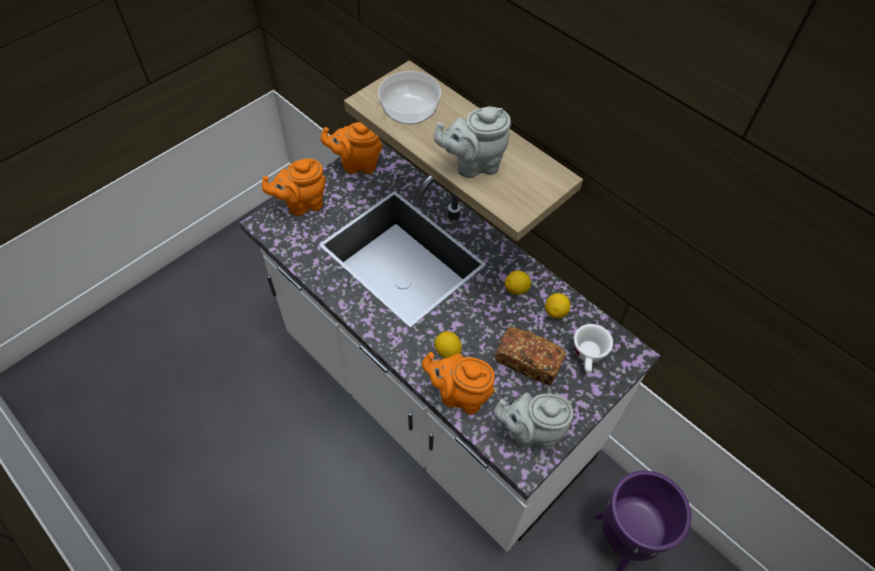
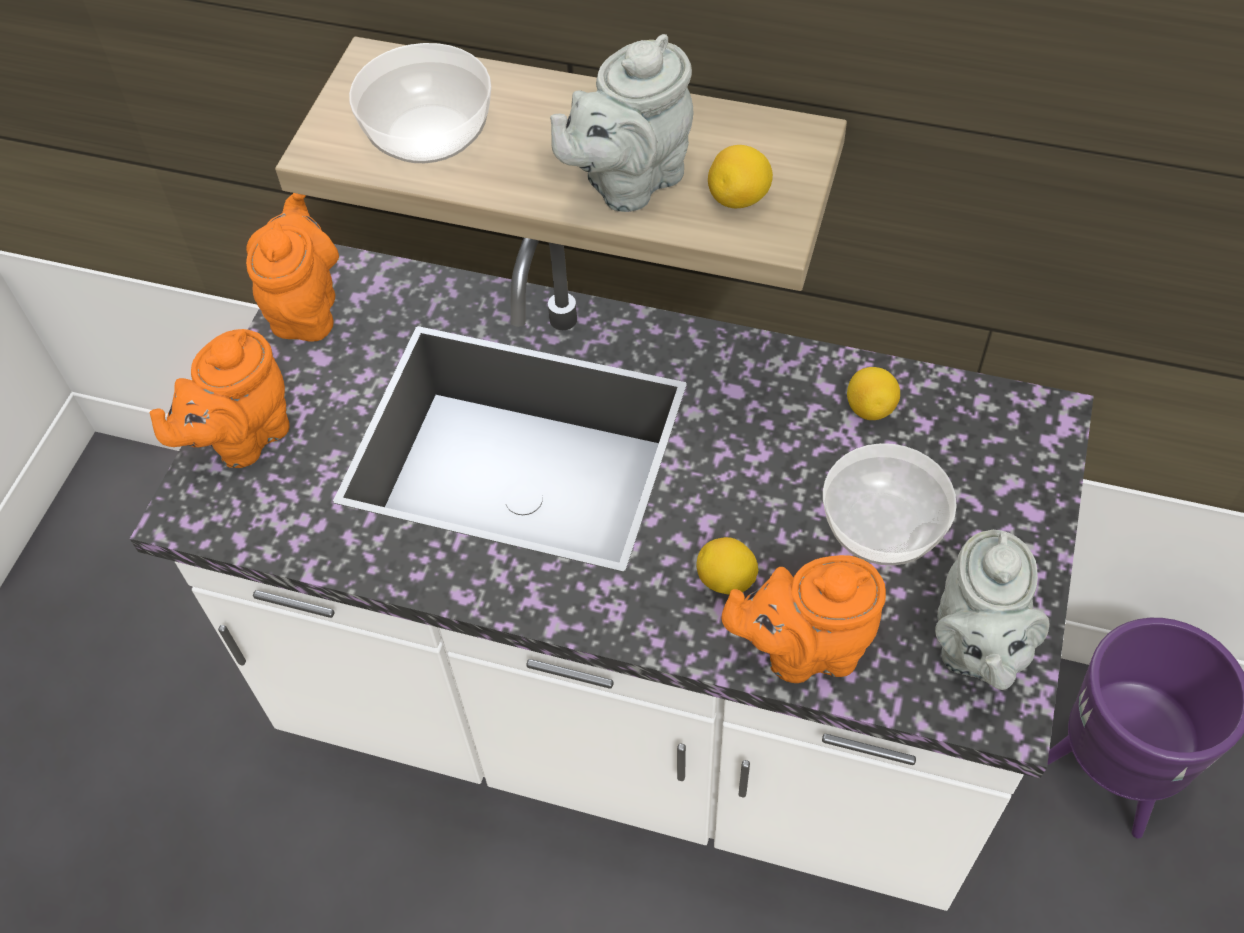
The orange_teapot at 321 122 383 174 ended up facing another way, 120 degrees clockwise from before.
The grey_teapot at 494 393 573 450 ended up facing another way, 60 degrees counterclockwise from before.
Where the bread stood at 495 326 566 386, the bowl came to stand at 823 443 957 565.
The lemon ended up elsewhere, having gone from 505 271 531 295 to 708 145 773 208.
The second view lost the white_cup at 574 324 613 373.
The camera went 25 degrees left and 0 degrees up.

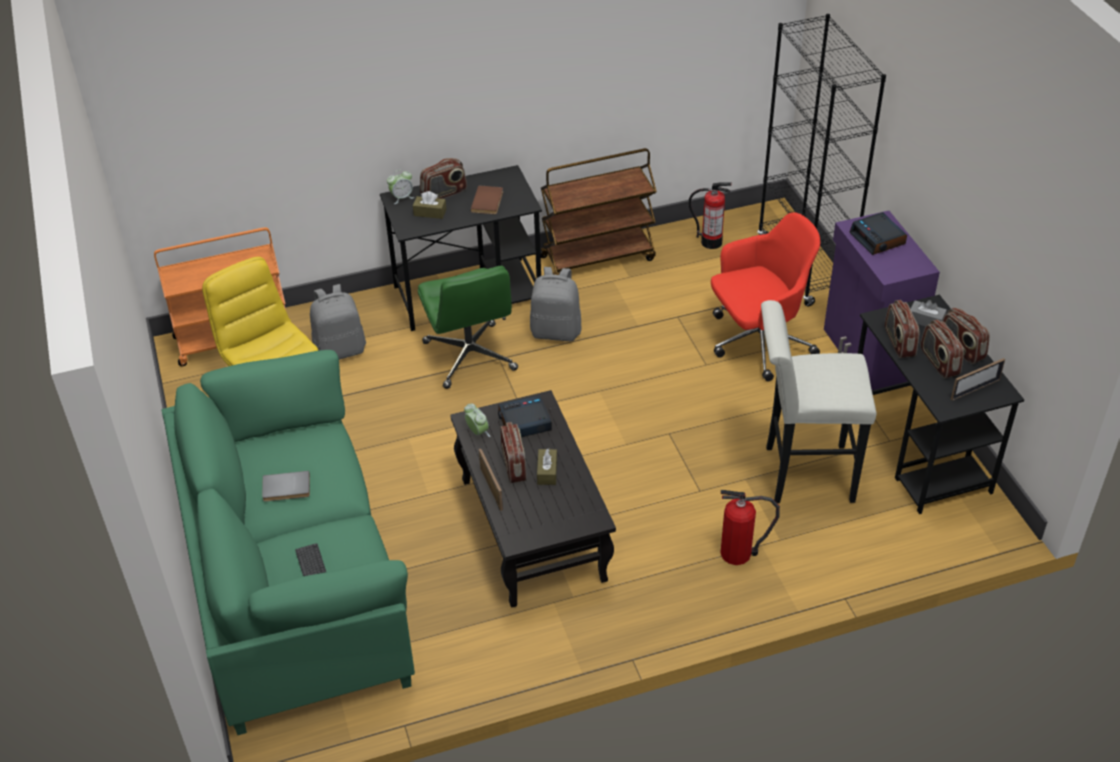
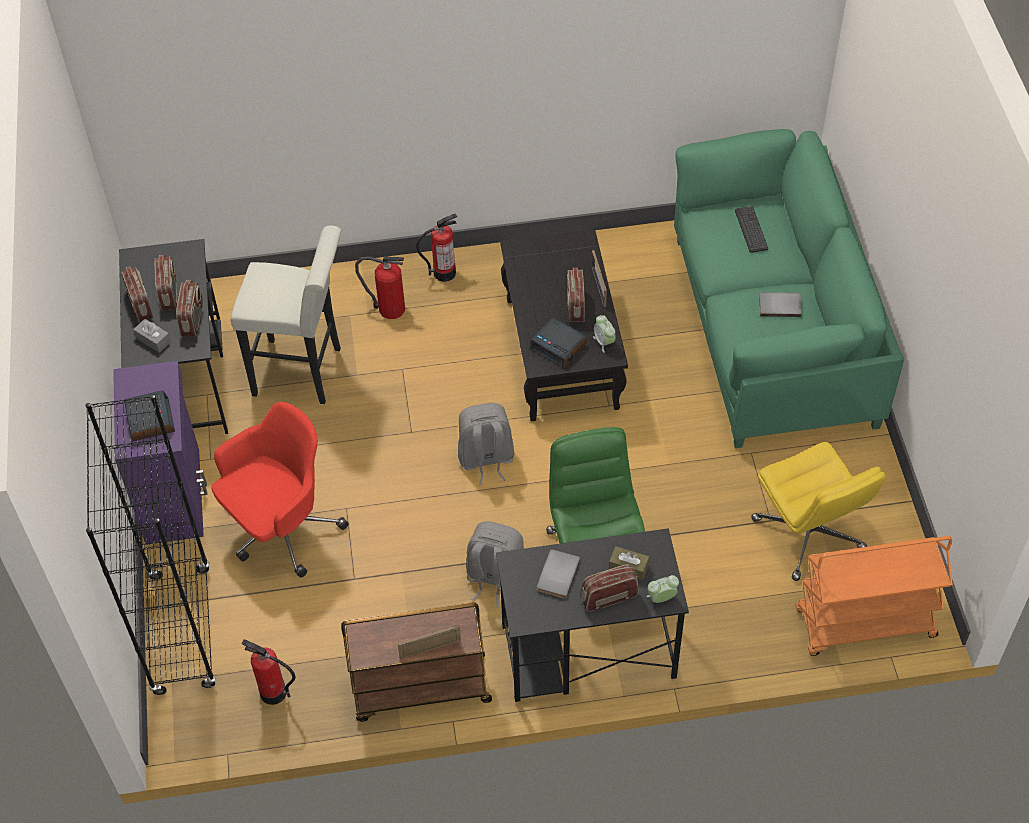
The grey_backpack ended up elsewhere, having gone from 310 284 366 360 to 458 403 514 485.
What was the brown_book at 471 185 503 214 turned into the grey_book at 537 549 581 599.
The alarm_clock at 498 395 552 437 ended up facing another way, 45 degrees clockwise from before.
The second view lost the brown_tissue_box at 537 448 557 485.
The red_office_chair at 711 212 820 382 ended up facing another way, 150 degrees clockwise from before.
The picture_frame ended up elsewhere, having gone from 951 358 1005 401 to 398 625 461 660.
The second view gained the fire_extinguisher at 416 213 457 282.
The camera went 170 degrees left and 10 degrees up.

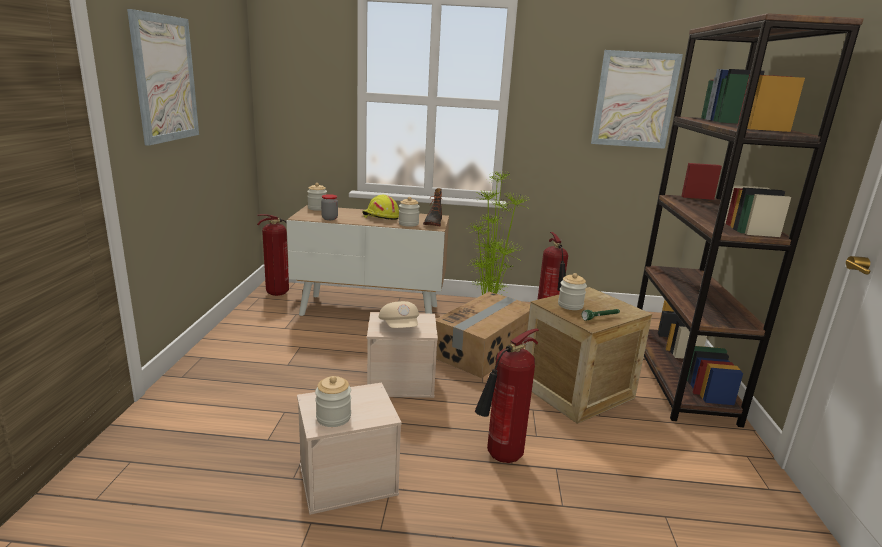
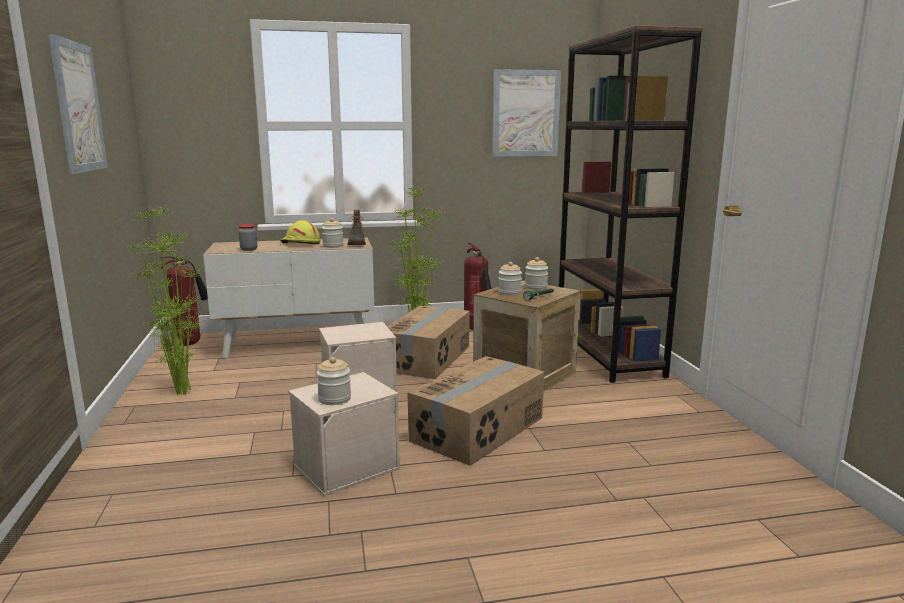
The jar ended up elsewhere, having gone from 307 183 327 211 to 525 257 548 290.
The second view lost the beige_cap at 379 301 419 328.
Where the fire_extinguisher stood at 475 328 539 463, the cardboard_box came to stand at 407 356 544 466.
The second view gained the potted_plant at 128 207 207 395.
The camera went 15 degrees left and 5 degrees down.

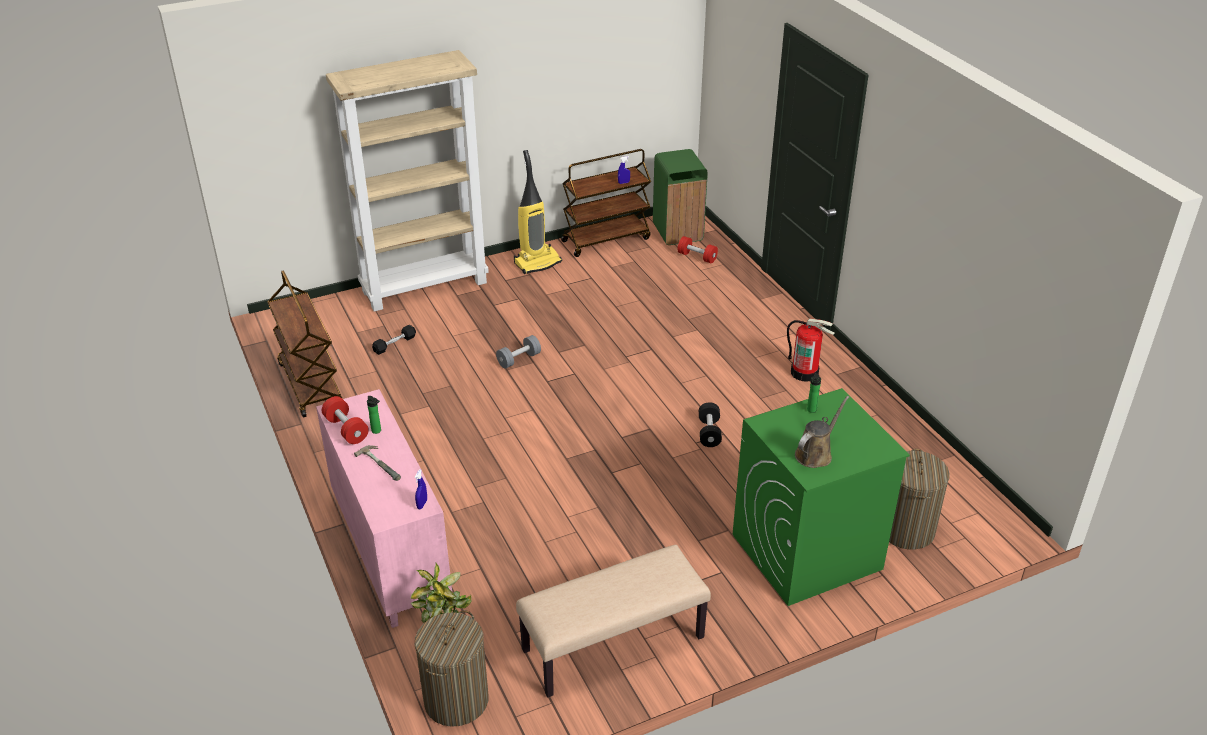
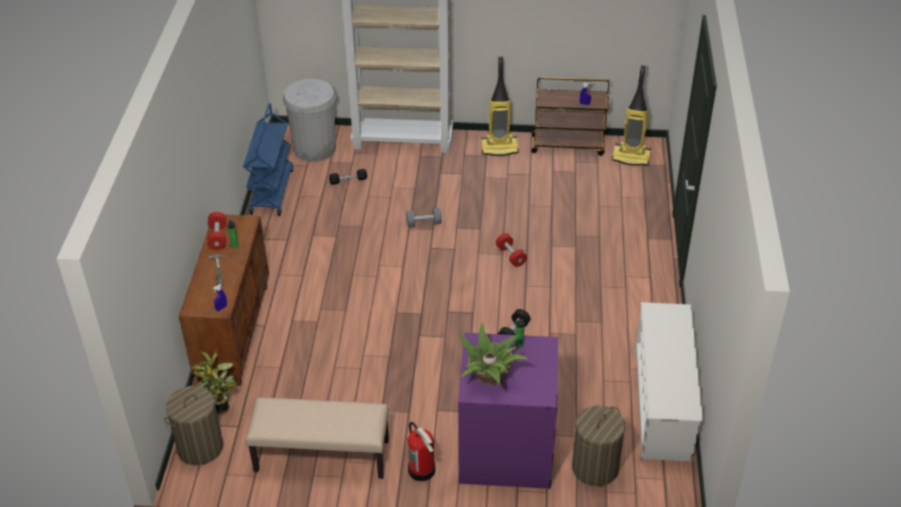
What was the brown_cart at 267 270 342 417 turned into the blue_cart at 243 103 293 216.
What was the pink_cabinet at 316 389 452 628 turned into the brown_cabinet at 179 214 269 386.
Where the green_trash_can stood at 653 149 708 245, the vacuum_cleaner came to stand at 612 65 651 166.
The red_dumbbell ended up elsewhere, having gone from 678 236 718 263 to 496 233 527 267.
What was the green_washing_machine at 733 388 910 606 turned into the purple_washing_machine at 458 333 558 489.
The fire_extinguisher ended up elsewhere, having gone from 787 318 835 382 to 408 422 435 481.
Where the brown_watering_can stood at 795 396 849 468, the potted_plant came to stand at 459 323 528 386.
The second view gained the white_trash_can at 283 79 336 162.
The second view gained the white_shoe_rack at 635 302 703 461.
The camera went 30 degrees right and 5 degrees up.

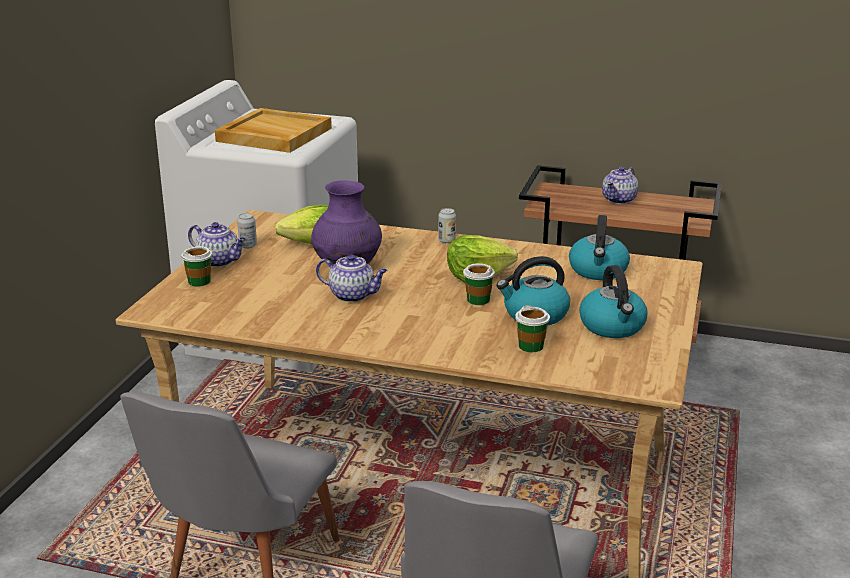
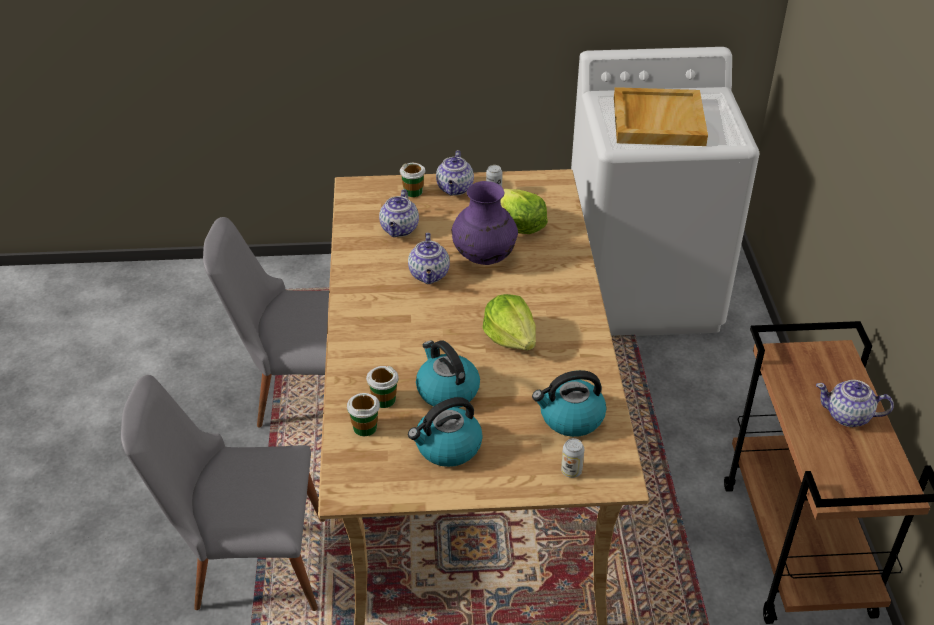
The can ended up elsewhere, having gone from 438 208 456 243 to 561 438 584 478.
The cup ended up elsewhere, having gone from 463 263 495 305 to 347 393 380 436.
The second view gained the teapot at 379 189 419 237.
The camera went 70 degrees right and 15 degrees up.

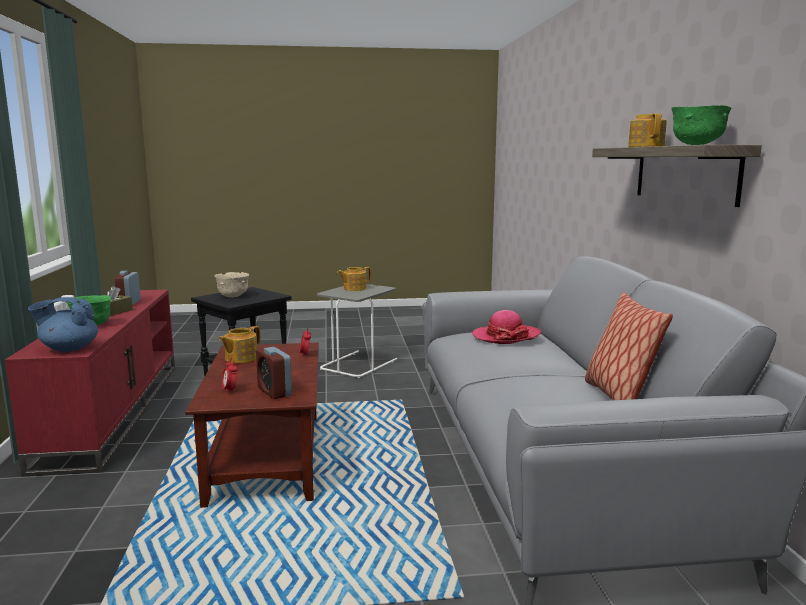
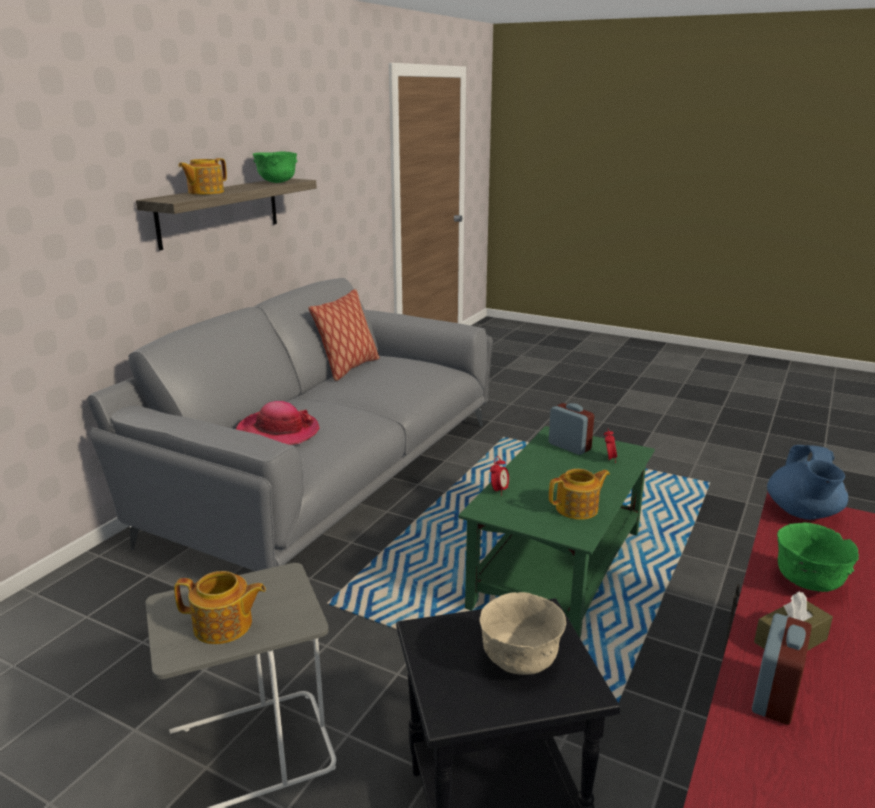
The blue_teapot at 28 297 98 352 ended up facing another way, 75 degrees clockwise from before.
What was the brown_coffee_table at 185 343 319 508 turned into the green_coffee_table at 458 426 655 638.
The alarm_clock at 256 347 292 399 ended up facing another way, 45 degrees counterclockwise from before.
The camera went 145 degrees left and 10 degrees up.

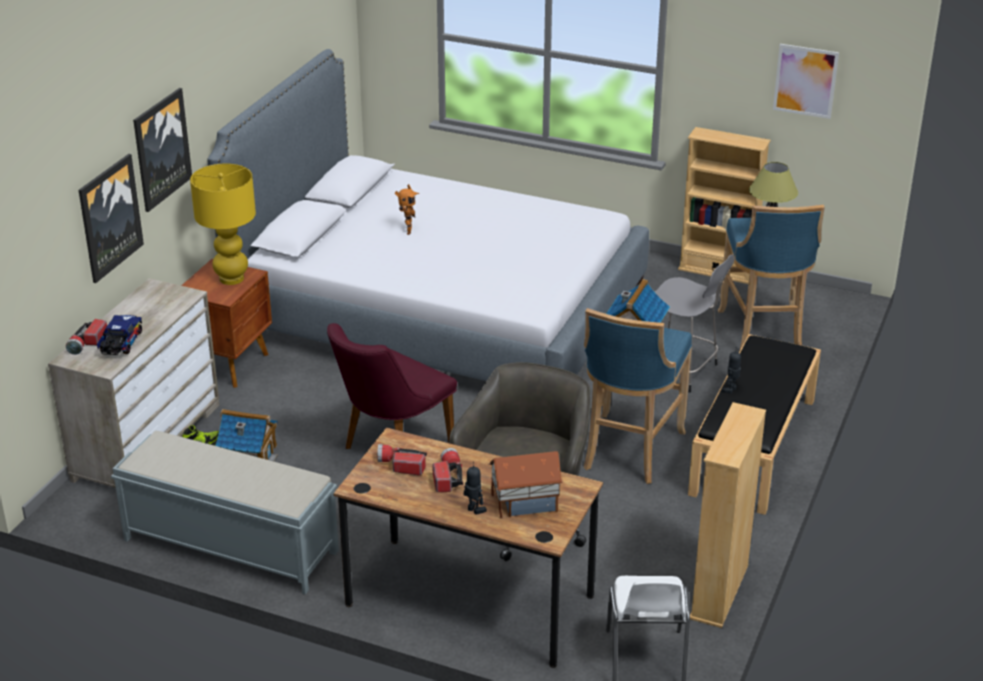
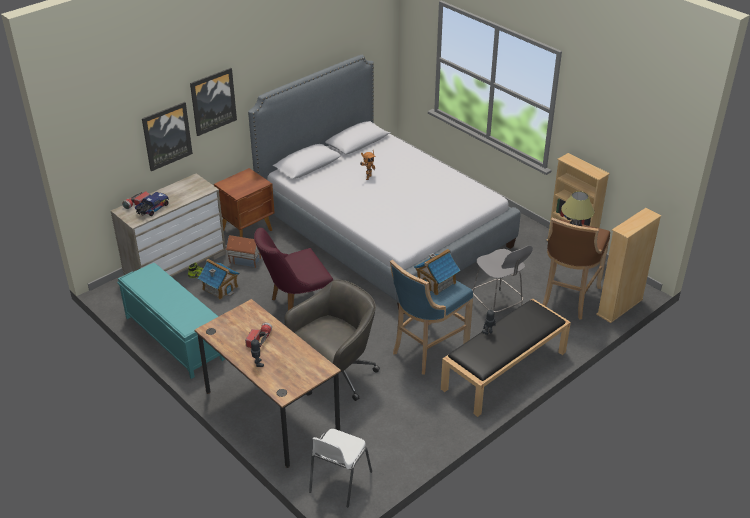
What was the grey_bench at 111 431 339 594 turned into the turquoise_bench at 117 263 225 379.
The second view lost the yellow_table_lamp at 190 164 256 285.
The second view lost the flashlight at 377 444 427 476.
The toy_house ended up elsewhere, having gone from 488 451 563 518 to 225 235 261 268.
The beige_bookcase ended up elsewhere, having gone from 690 402 766 628 to 596 208 661 323.
What was the blue_stool at 718 205 825 350 turned into the brown_stool at 543 218 610 320.
The second view lost the picture at 773 44 839 119.
The camera went 25 degrees right and 5 degrees up.

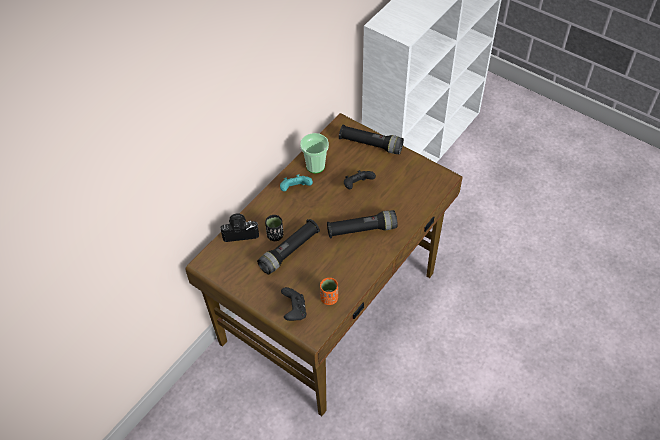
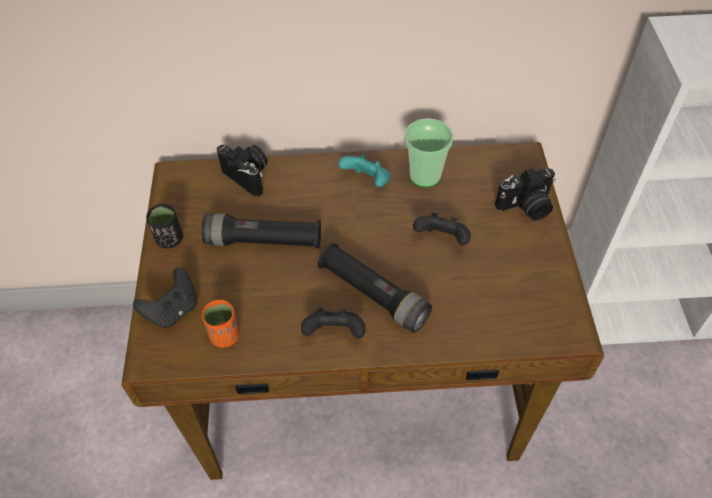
The black_cup ended up elsewhere, having gone from 265 215 283 241 to 146 204 183 249.
Where the black_flashlight stood at 339 125 404 154, the photo_camera came to stand at 495 168 556 221.
The second view gained the black_game_controller at 301 308 366 339.
The camera went 50 degrees right and 0 degrees up.

